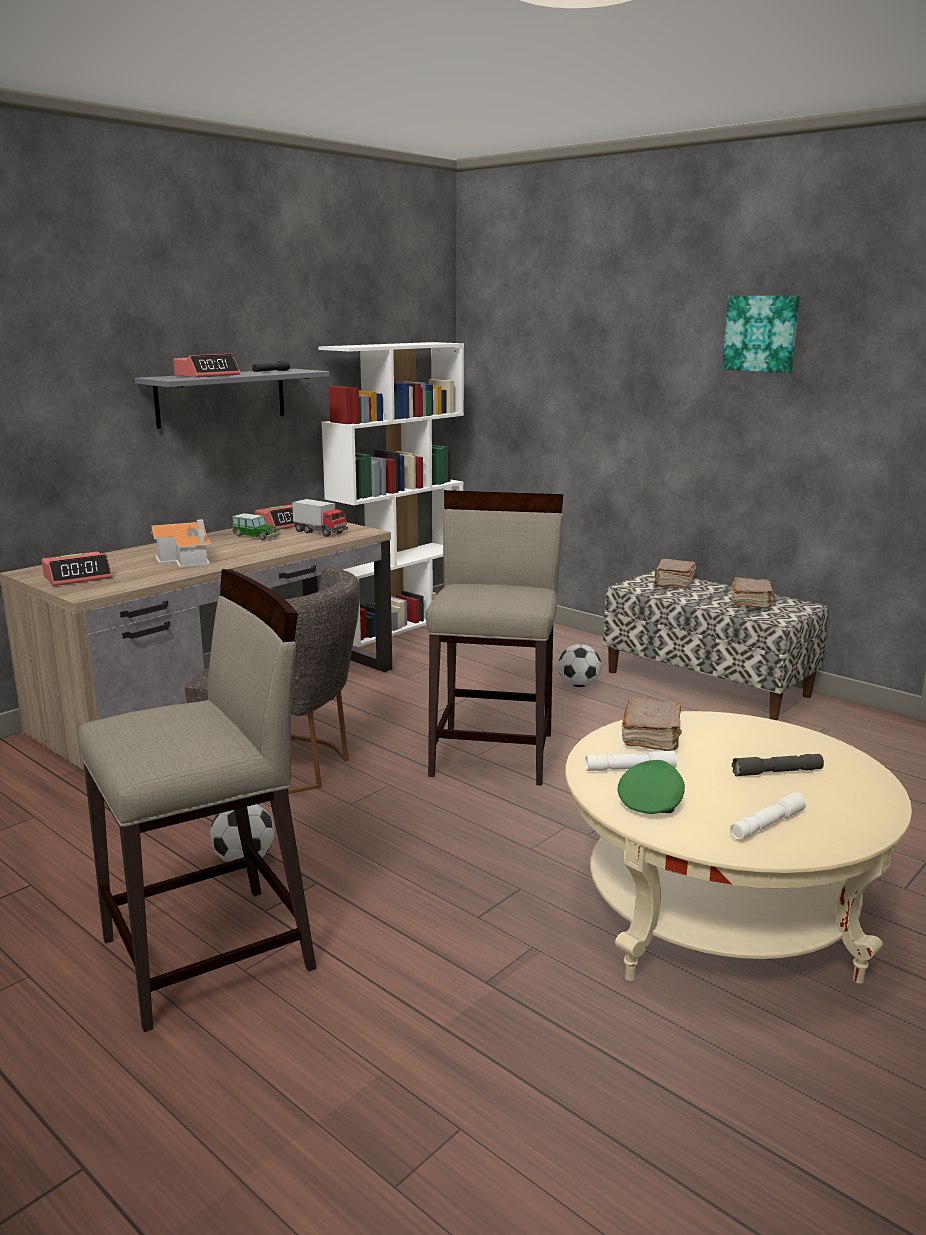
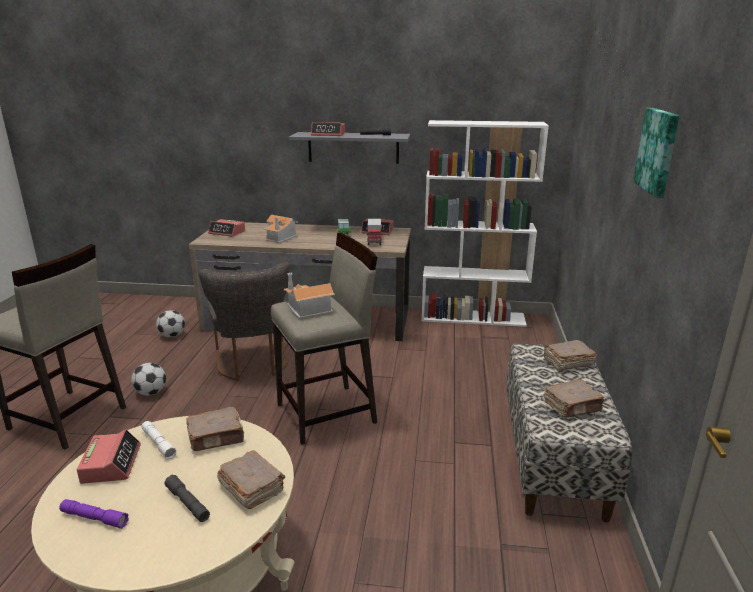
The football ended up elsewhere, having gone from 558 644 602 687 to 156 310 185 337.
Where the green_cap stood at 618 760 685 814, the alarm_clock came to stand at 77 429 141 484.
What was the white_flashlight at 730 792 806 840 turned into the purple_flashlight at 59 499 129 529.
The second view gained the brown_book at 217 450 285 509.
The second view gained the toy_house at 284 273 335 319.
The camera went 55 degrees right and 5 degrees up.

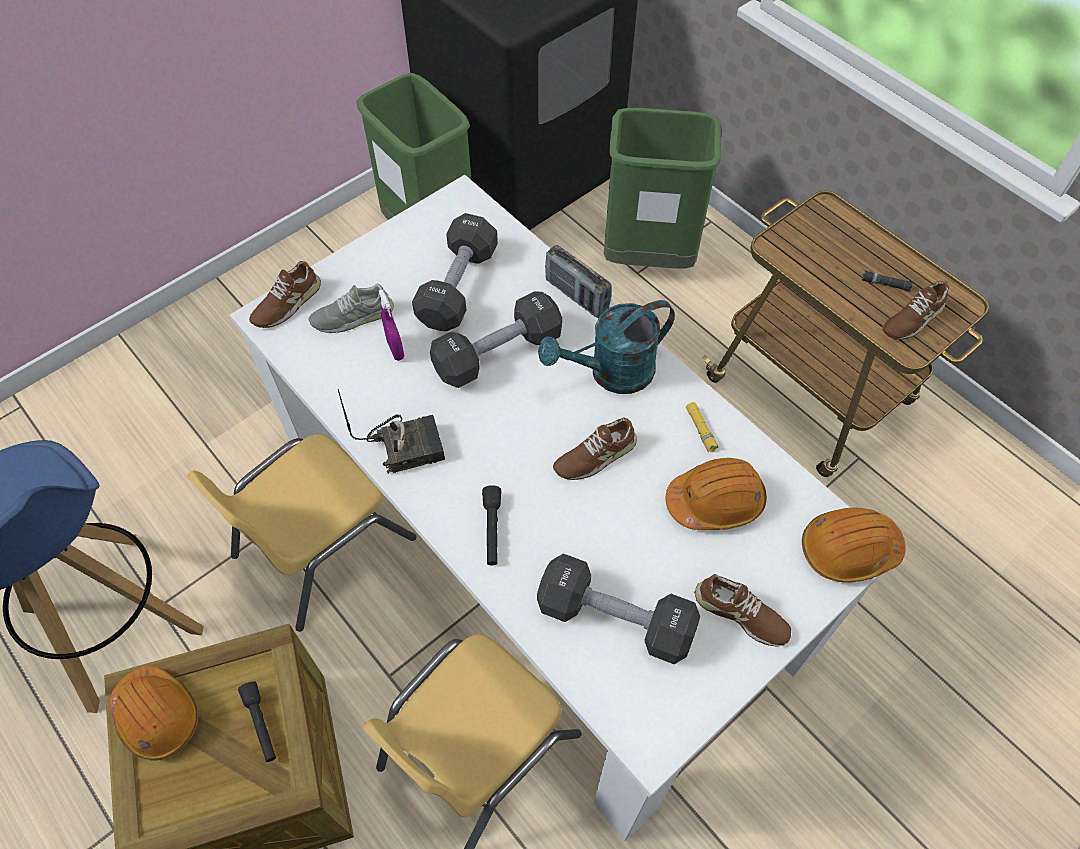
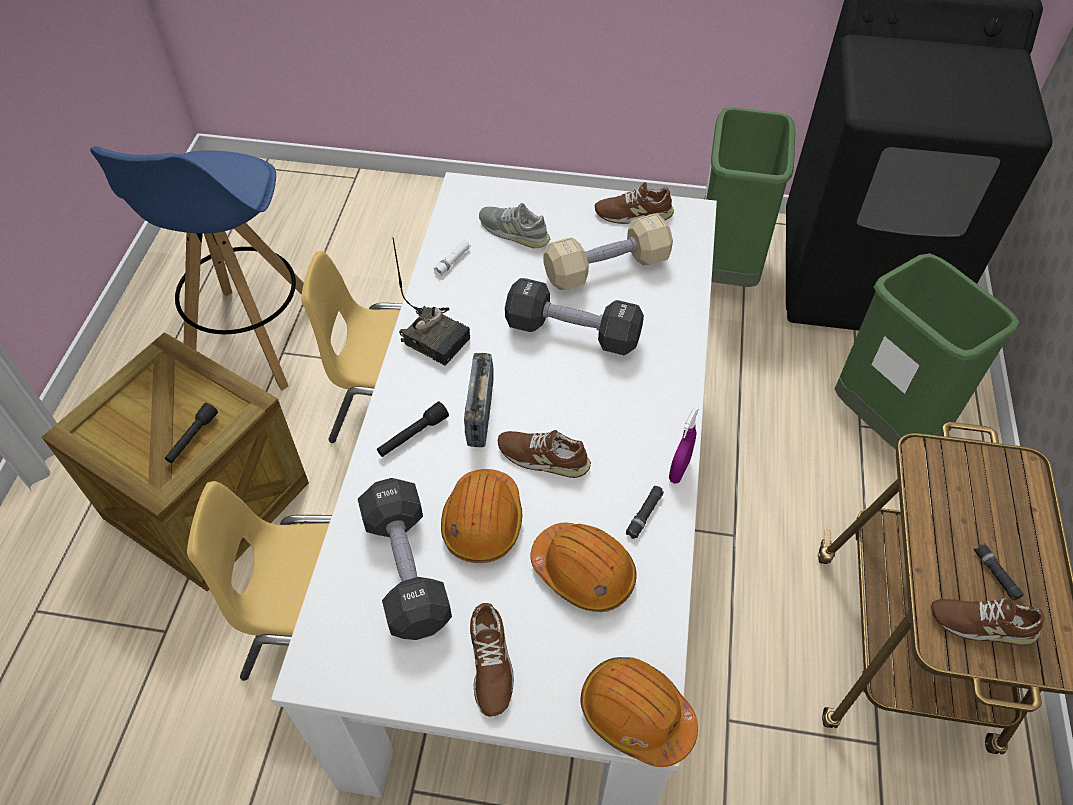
The orange_hard_hat ended up elsewhere, having gone from 109 666 198 761 to 441 469 523 563.
The brown_shoe ended up elsewhere, having gone from 249 261 321 328 to 595 182 674 224.
The purple_spray_bottle ended up elsewhere, having gone from 379 290 404 361 to 669 407 699 484.
What was the black_dumbbell at 412 213 498 331 turned into the beige_dumbbell at 544 213 673 290.
The second view lost the turquoise_watering_can at 538 300 675 394.
The radio ended up elsewhere, having gone from 545 245 612 318 to 464 353 494 447.
What was the yellow_flashlight at 686 402 719 453 turned into the black_flashlight at 626 486 664 539.
The second view gained the white_flashlight at 434 239 471 277.
The camera went 50 degrees right and 5 degrees down.

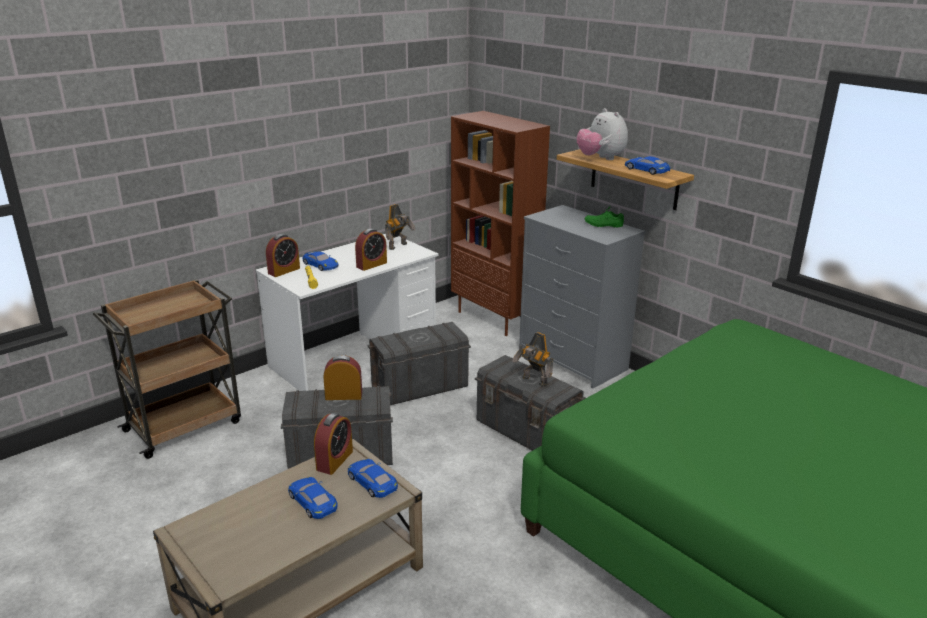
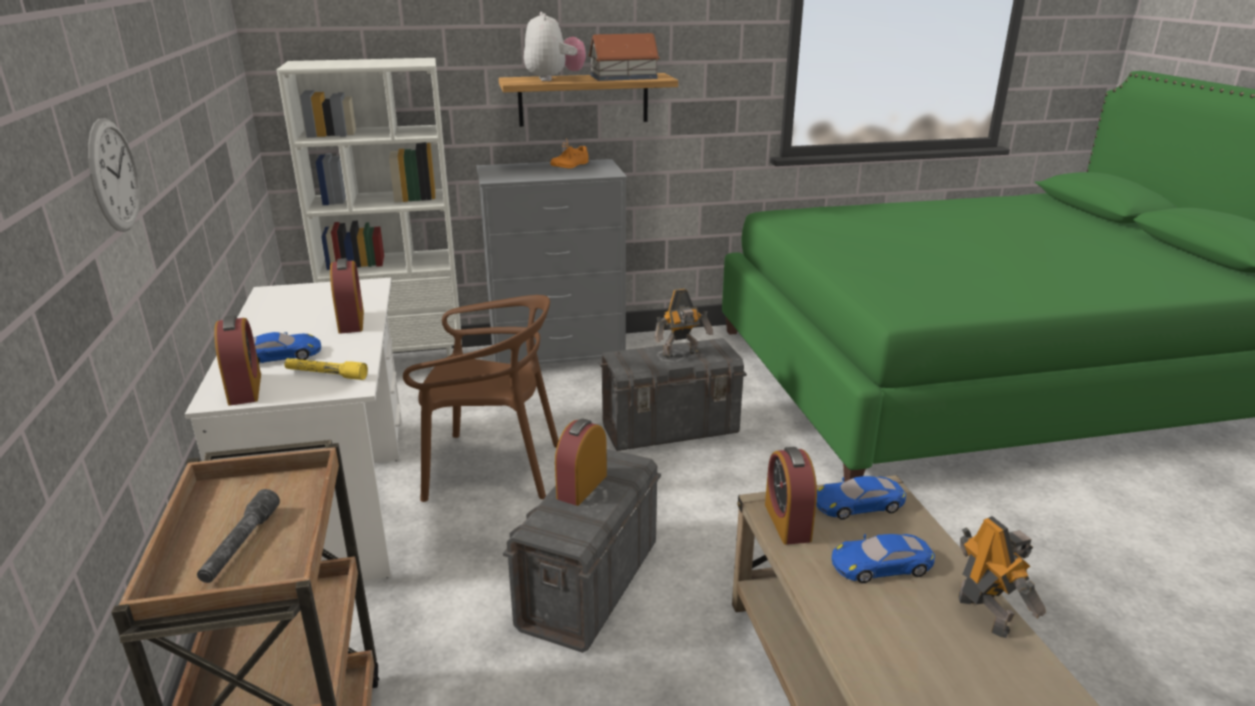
The alarm_clock at 314 413 353 475 ended up facing another way, 150 degrees counterclockwise from before.
Where the grey_storage_box stood at 367 322 471 405, the brown_chair came to stand at 403 295 559 502.
The toy_robot ended up elsewhere, having gone from 385 204 416 250 to 958 516 1046 638.
What was the brown_bookcase at 451 111 550 336 turned into the white_bookcase at 277 58 462 357.
The plush_toy at 577 108 628 160 ended up facing another way, 105 degrees counterclockwise from before.
What was the green_shoe at 585 205 624 228 turned into the orange_shoe at 550 139 589 169.
Where the blue_toy_car stood at 625 156 671 175, the toy_house came to stand at 588 33 660 81.
The second view gained the wall_clock at 88 118 140 232.
The second view gained the grey_flashlight at 197 489 280 583.
The camera went 60 degrees left and 0 degrees up.

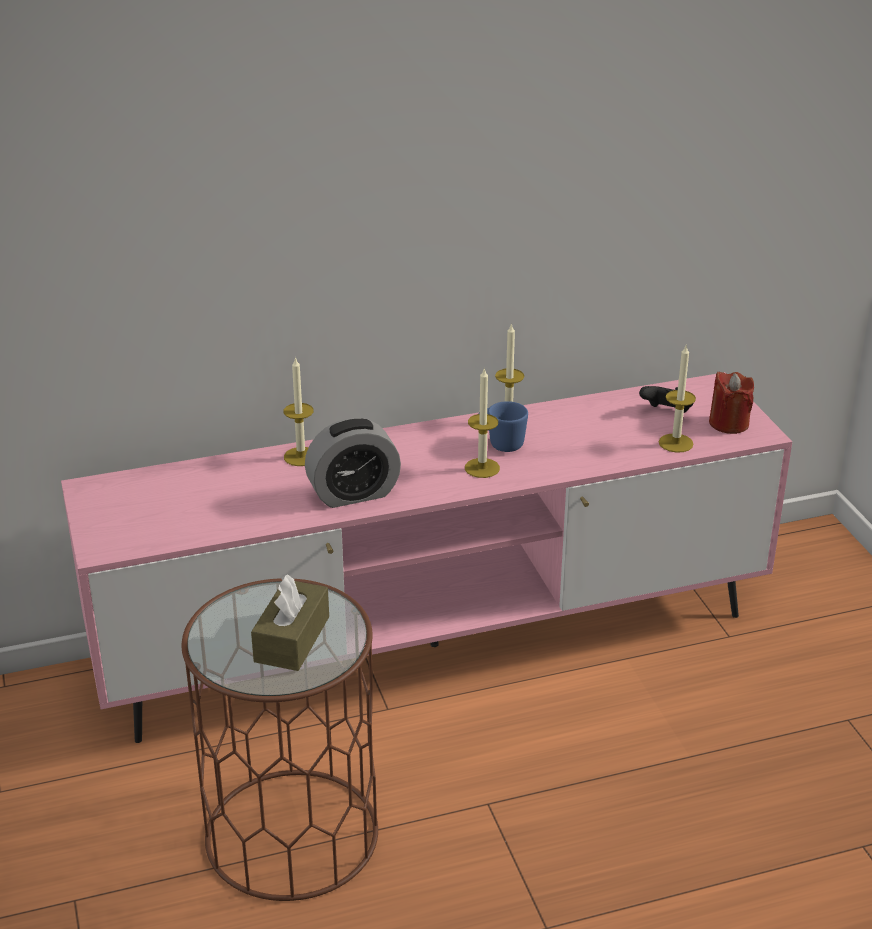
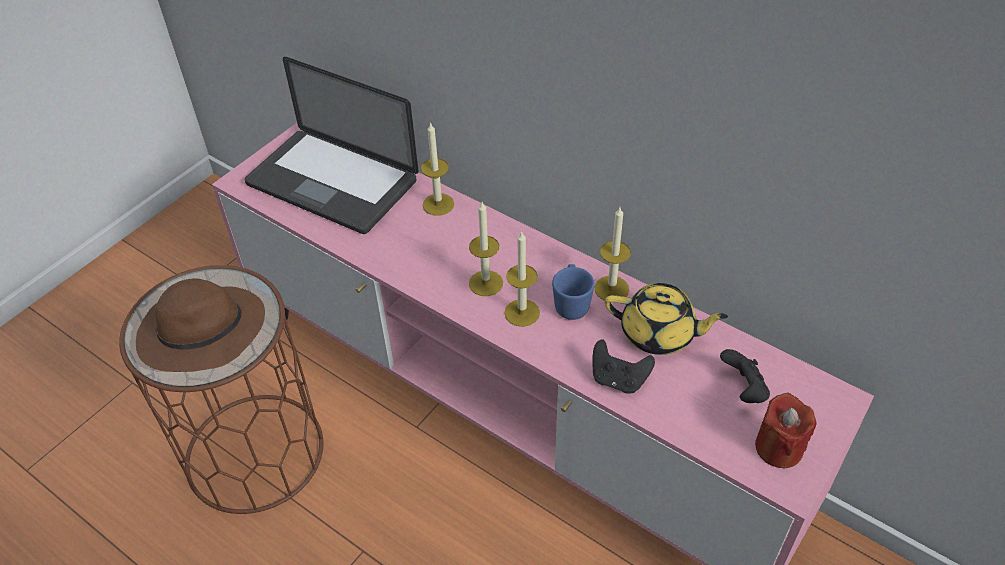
Where the brown_tissue_box stood at 251 574 329 671, the brown_hat came to stand at 136 278 265 372.
The second view lost the alarm_clock at 305 418 401 508.
The candle ended up elsewhere, having gone from 659 346 696 453 to 469 202 503 296.
The second view gained the laptop at 244 57 418 234.
The second view gained the black_game_controller at 592 339 655 394.
The second view gained the yellow_teapot at 605 283 728 355.
The camera went 55 degrees right and 15 degrees up.

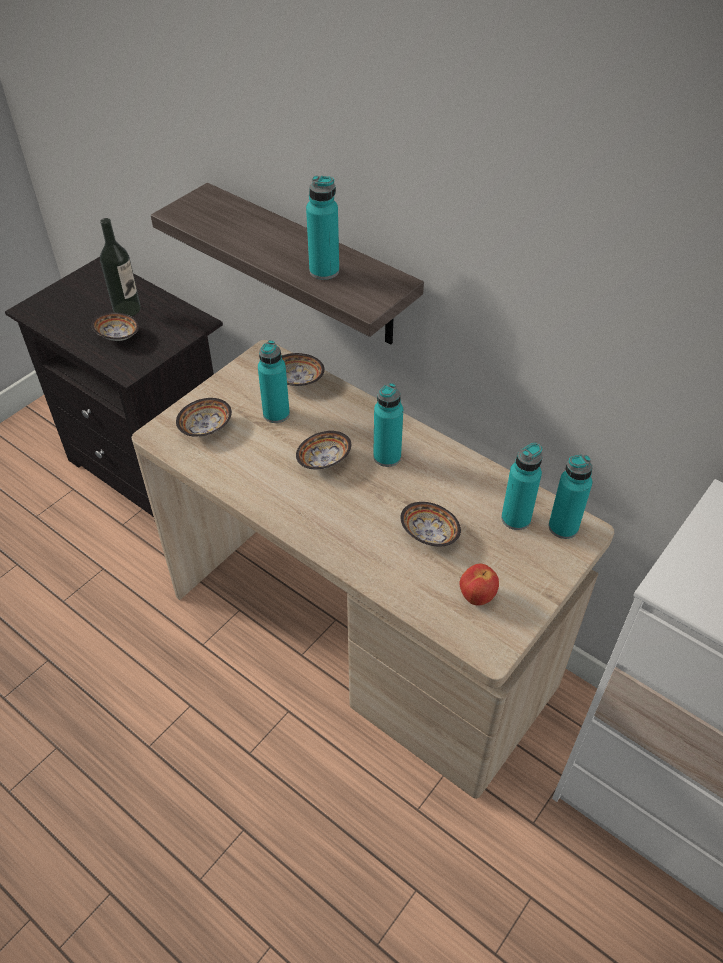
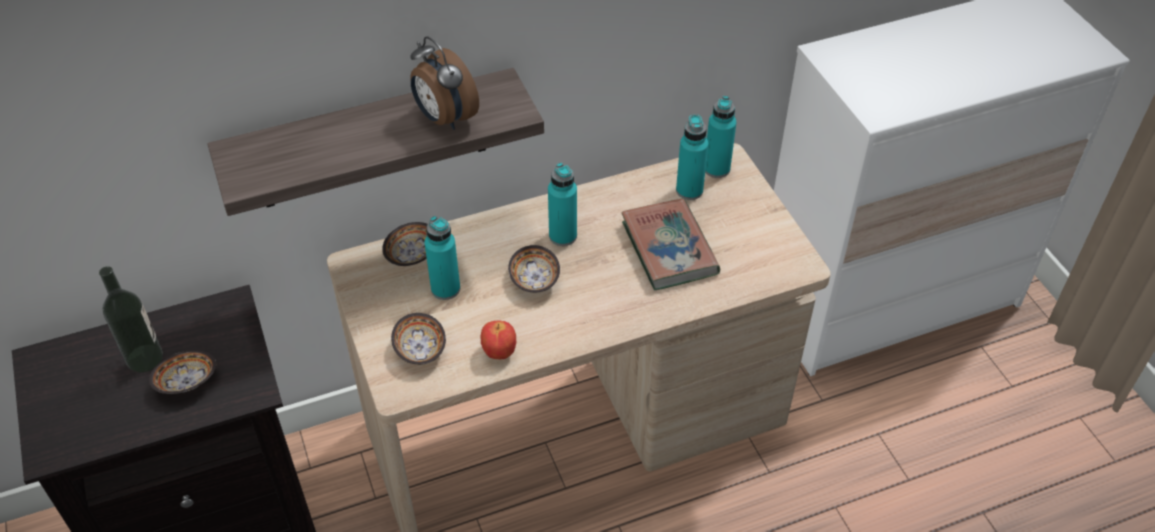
Where the turquoise_bottle stood at 306 175 339 280, the alarm_clock came to stand at 410 36 479 130.
Where the bowl stood at 400 502 461 547, the book came to stand at 621 199 720 290.
The apple ended up elsewhere, having gone from 459 563 499 606 to 480 321 516 359.
The camera went 60 degrees left and 0 degrees up.

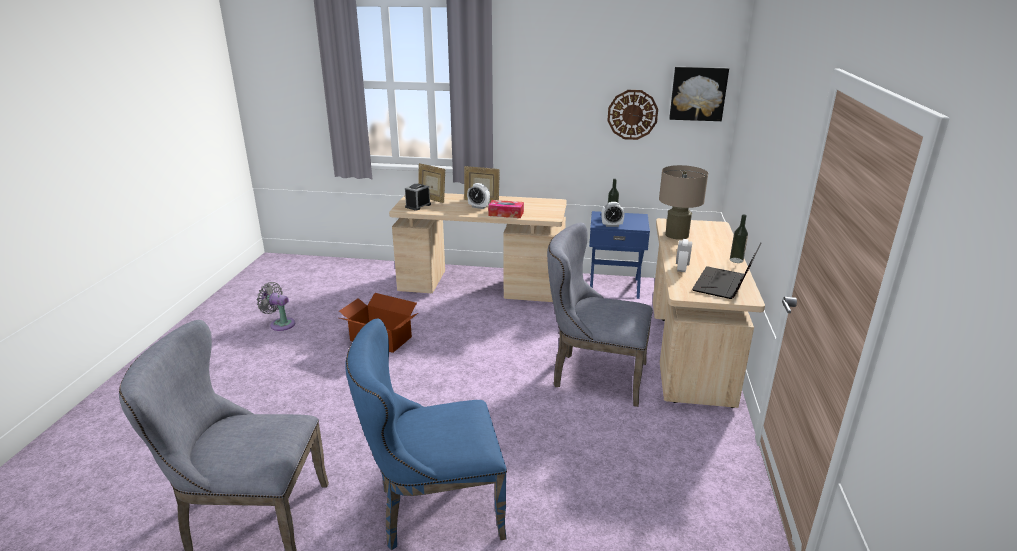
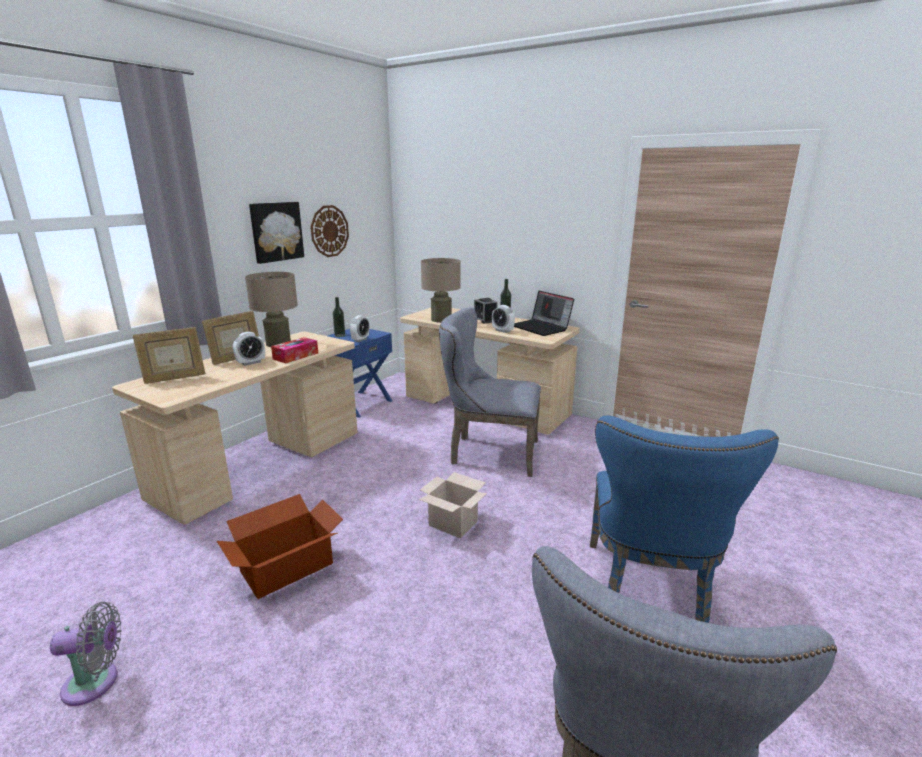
The grey_fan at 256 282 295 331 ended up facing another way, 150 degrees counterclockwise from before.
The alarm_clock ended up elsewhere, having gone from 405 183 431 211 to 474 298 497 324.
The grey_chair at 547 223 653 407 ended up facing another way, 60 degrees clockwise from before.
The picture ended up elsewhere, having gone from 669 67 729 121 to 249 202 304 264.
The second view gained the beige_table_lamp at 245 272 298 347.
The second view gained the cardboard_box at 419 472 487 538.
The camera went 65 degrees left and 5 degrees down.

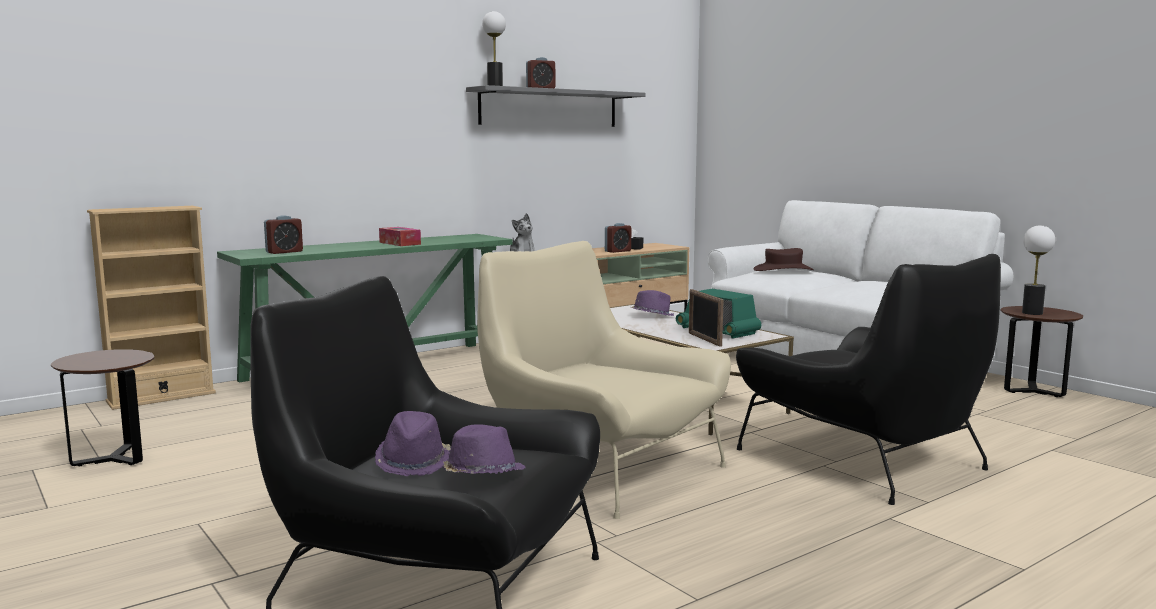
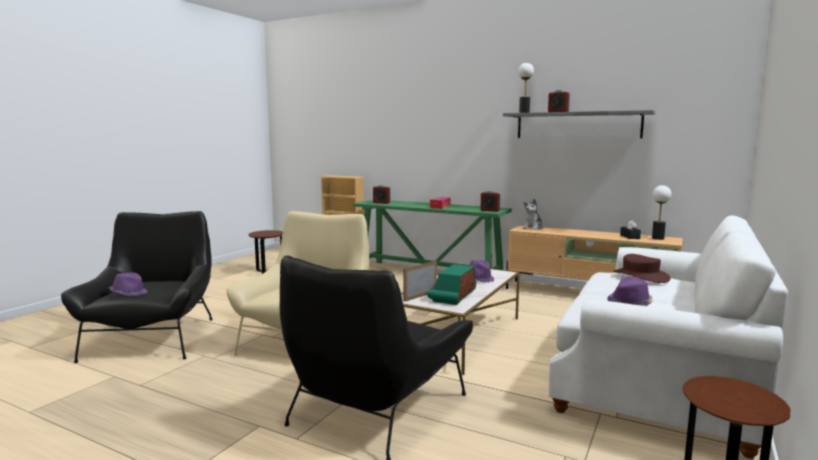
The purple_hat ended up elsewhere, having gone from 375 411 451 476 to 608 276 653 306.
The alarm_clock ended up elsewhere, having gone from 605 223 631 253 to 481 191 501 212.
The table_lamp ended up elsewhere, having gone from 1022 225 1055 315 to 652 185 671 240.
The camera went 65 degrees right and 0 degrees up.

